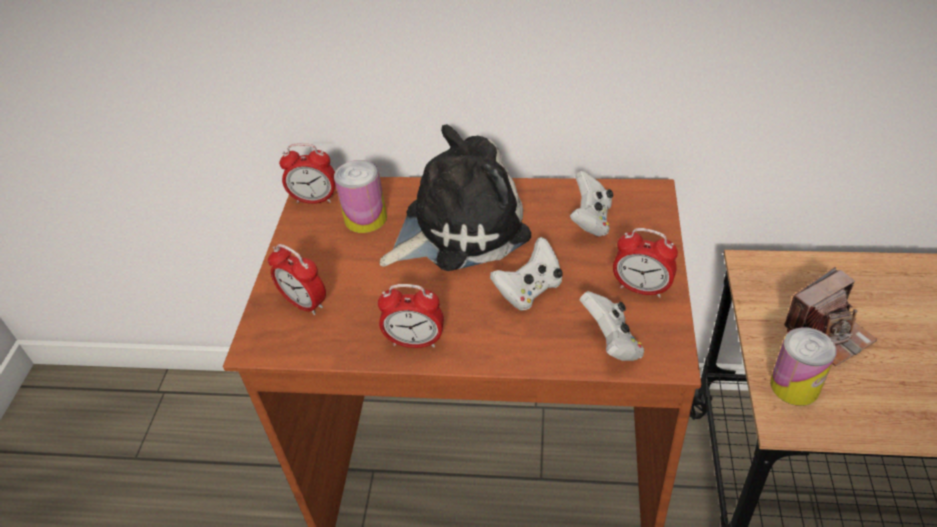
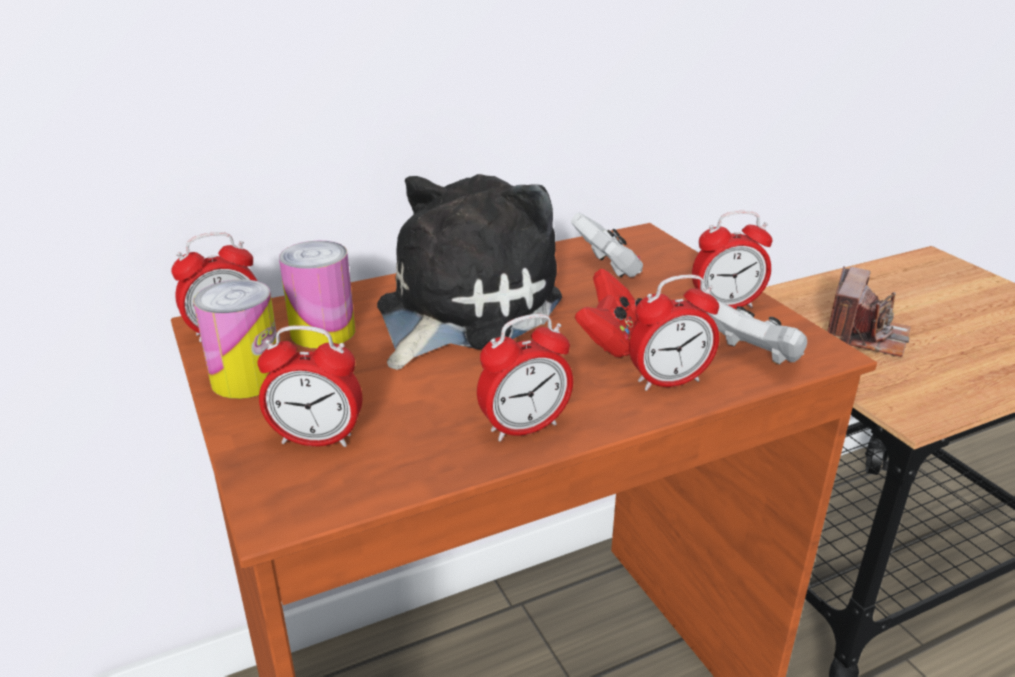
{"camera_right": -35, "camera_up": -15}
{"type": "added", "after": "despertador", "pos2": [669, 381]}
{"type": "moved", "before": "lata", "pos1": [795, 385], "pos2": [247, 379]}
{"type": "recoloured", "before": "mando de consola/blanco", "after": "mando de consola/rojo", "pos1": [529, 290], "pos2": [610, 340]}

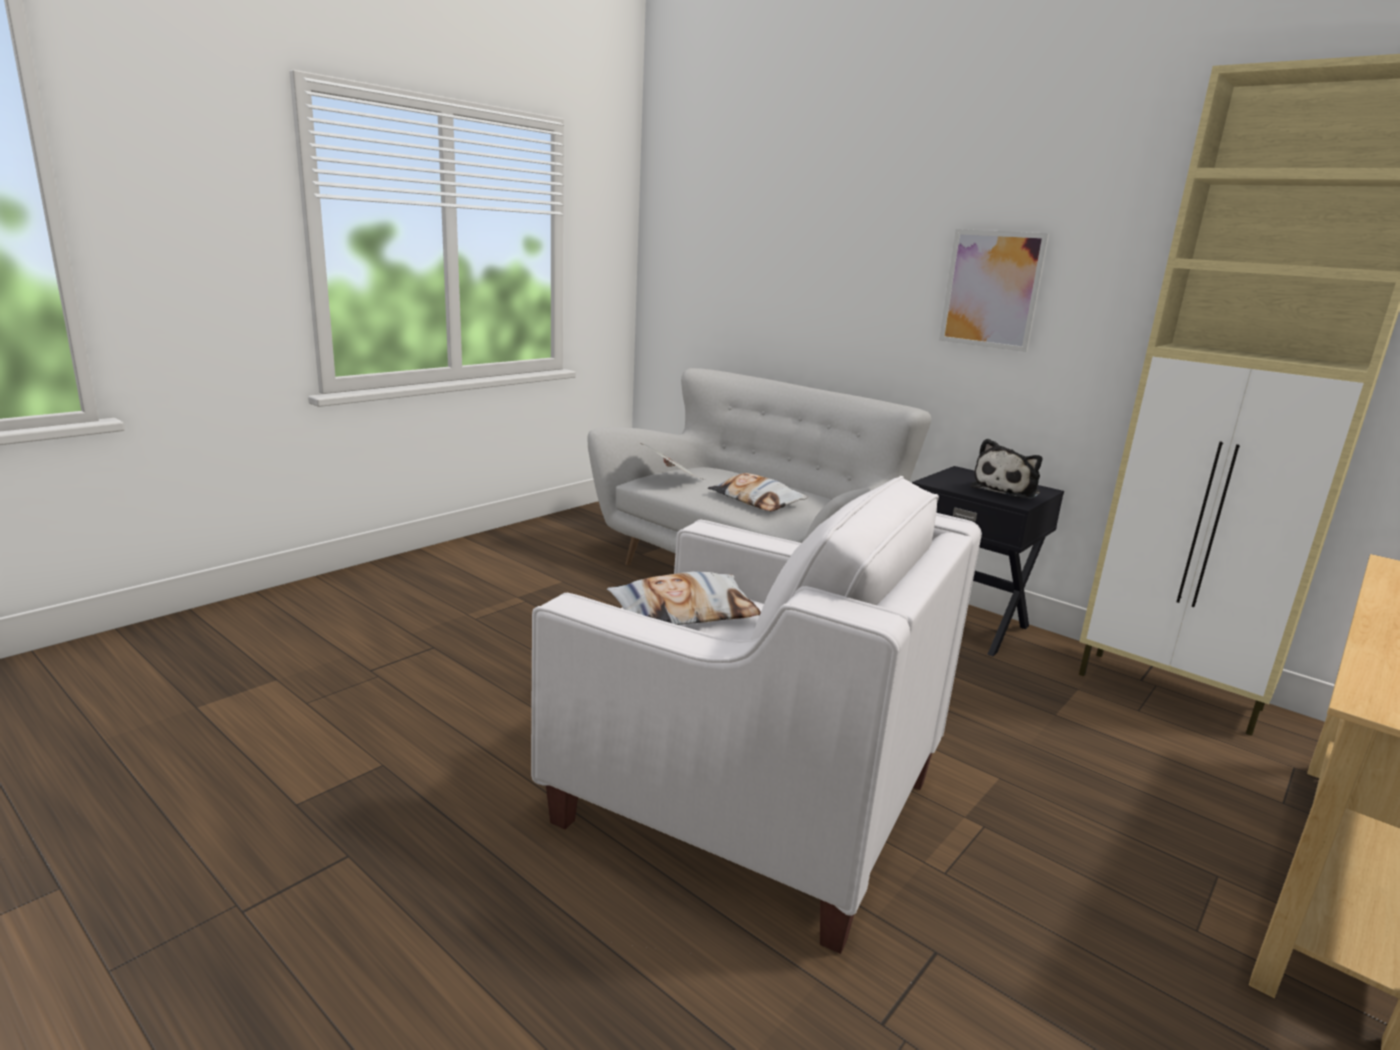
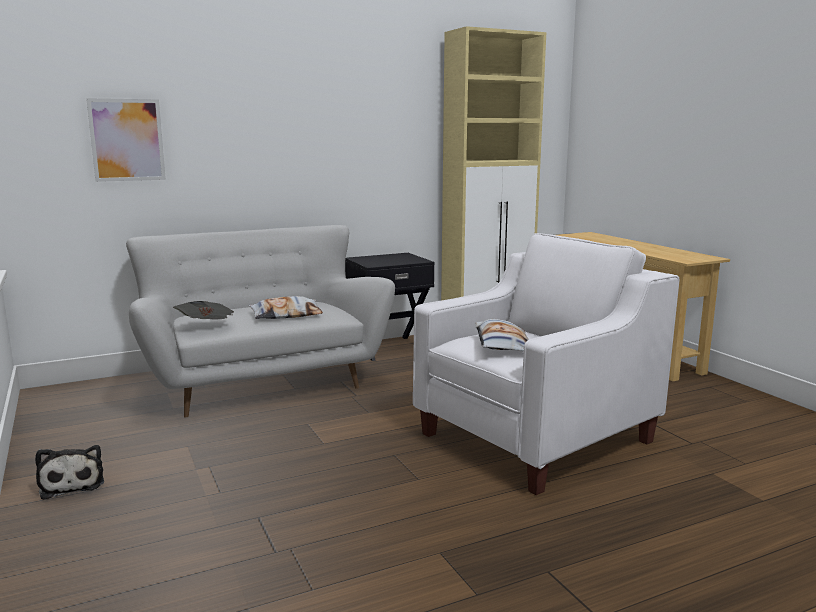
{"camera_right": -65, "camera_up": -5}
{"type": "moved", "before": "cuadro", "pos1": [991, 289], "pos2": [127, 140]}
{"type": "moved", "before": "peluche", "pos1": [1007, 490], "pos2": [72, 483]}

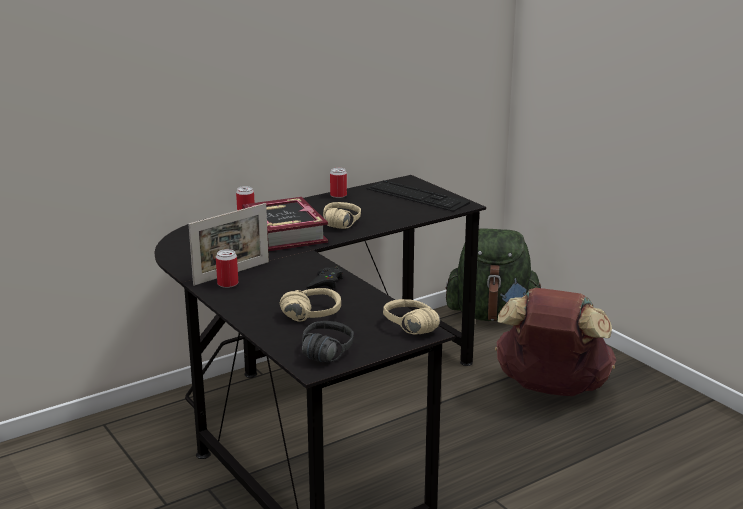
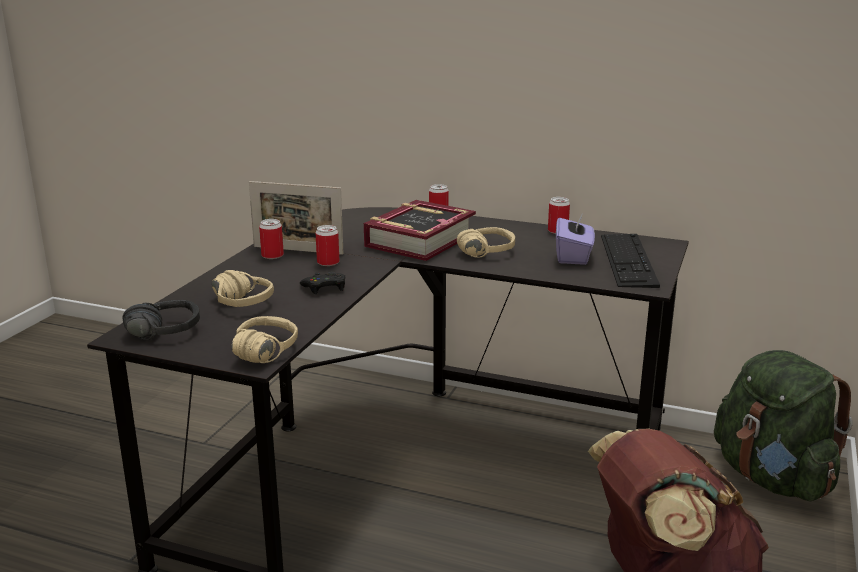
{"camera_right": 55, "camera_up": 0}
{"type": "added", "after": "lata", "pos2": [328, 263]}
{"type": "added", "after": "caja de pañuelos/morado", "pos2": [573, 256]}

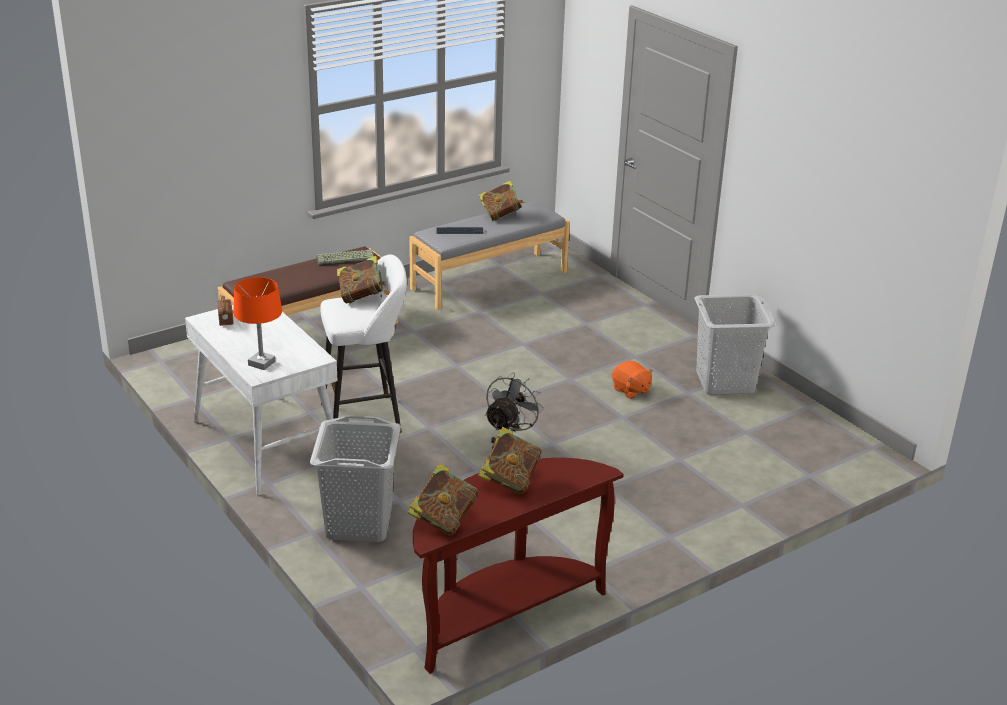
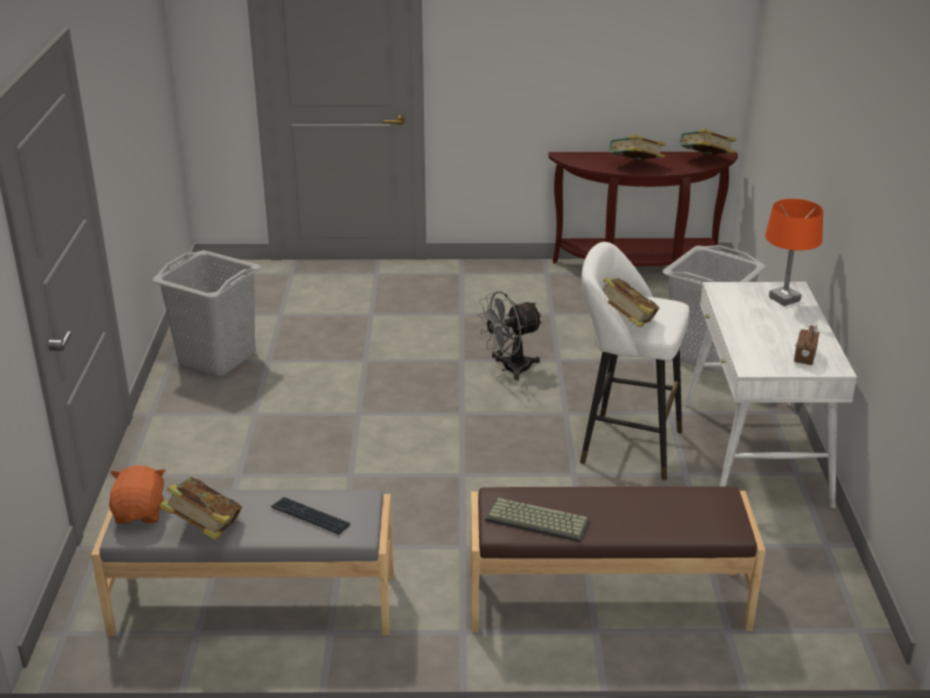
{"camera_right": -145, "camera_up": 0}
{"type": "moved", "before": "peluche/naranja", "pos1": [631, 390], "pos2": [140, 513]}

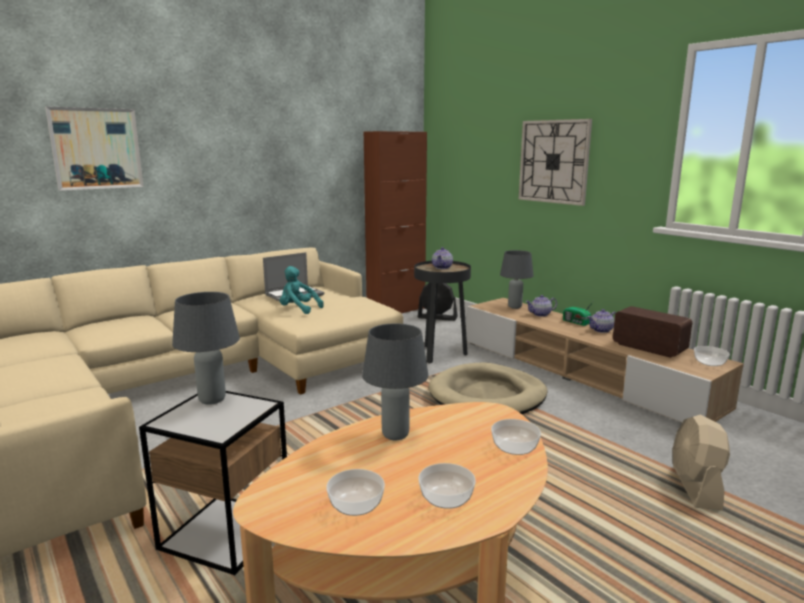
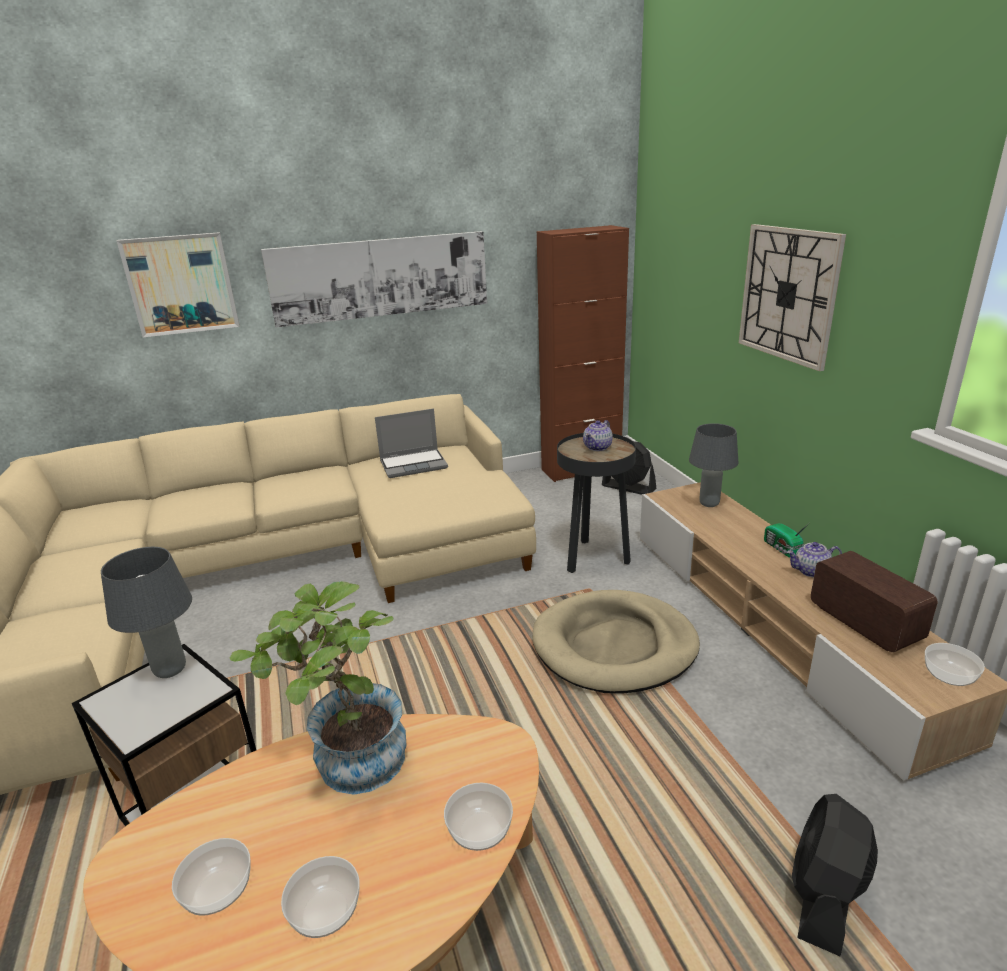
{"camera_right": 20, "camera_up": 10}
{"type": "removed", "before": "peluche/turquesa", "pos1": [298, 309]}
{"type": "removed", "before": "tetera", "pos1": [540, 314]}
{"type": "added", "after": "cuadro", "pos2": [380, 277]}
{"type": "replaced", "before": "lámpara de mesa/gris", "after": "planta en maceta", "pos1": [394, 435], "pos2": [349, 765]}
{"type": "recoloured", "before": "ventilador/beis", "after": "ventilador/negro", "pos1": [695, 487], "pos2": [824, 896]}

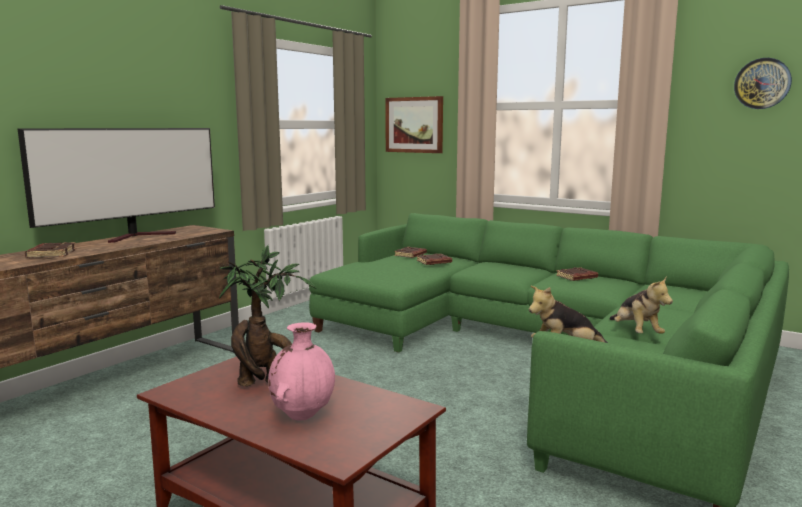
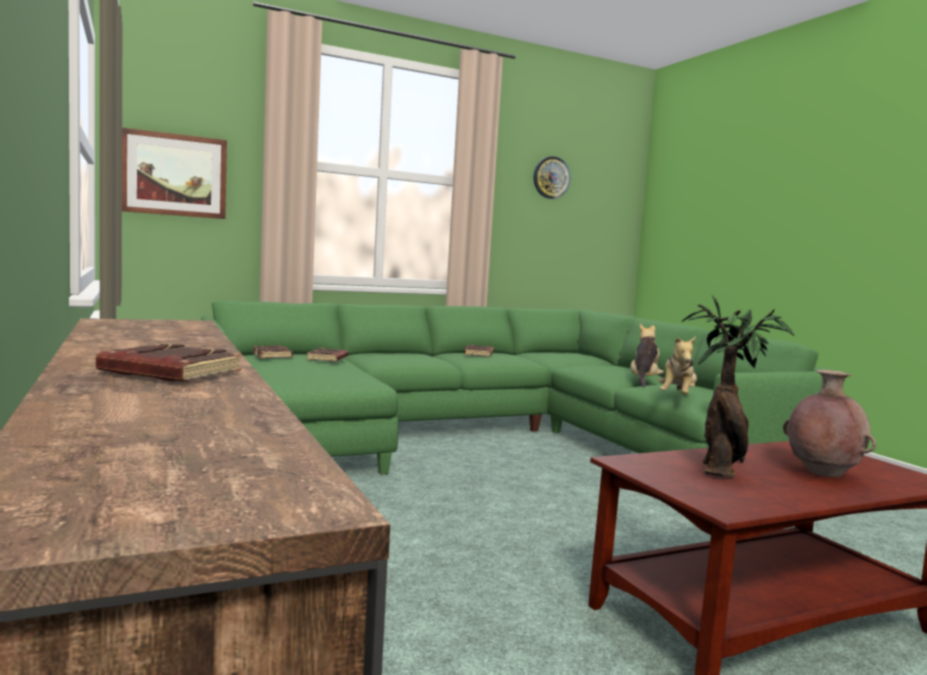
{"camera_right": -60, "camera_up": -5}
{"type": "removed", "before": "televisor", "pos1": [140, 236]}
{"type": "recoloured", "before": "florero/rosa", "after": "florero/marrón", "pos1": [303, 415], "pos2": [822, 473]}
{"type": "turned", "before": "peluche", "pos1": [636, 333], "pos2": [644, 381], "turn": -90}

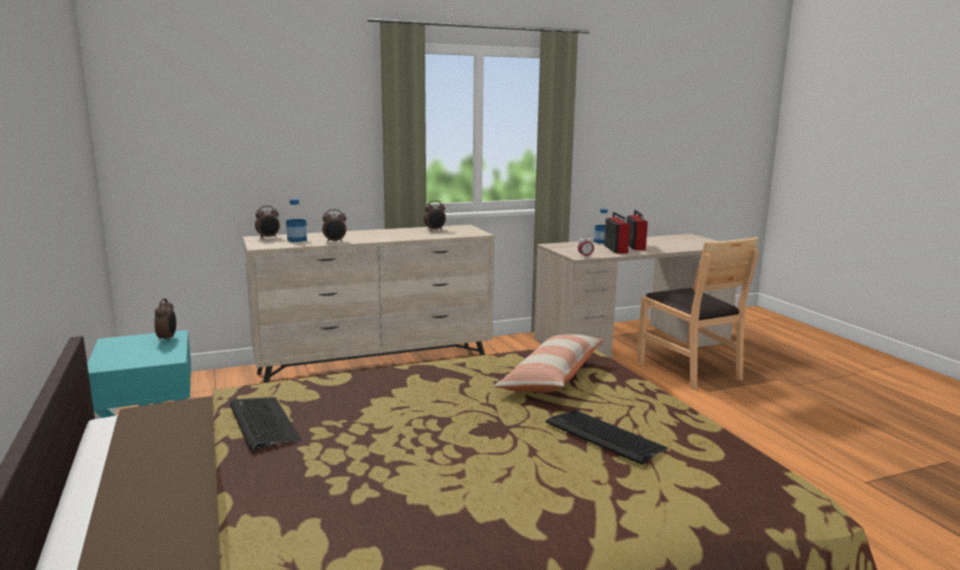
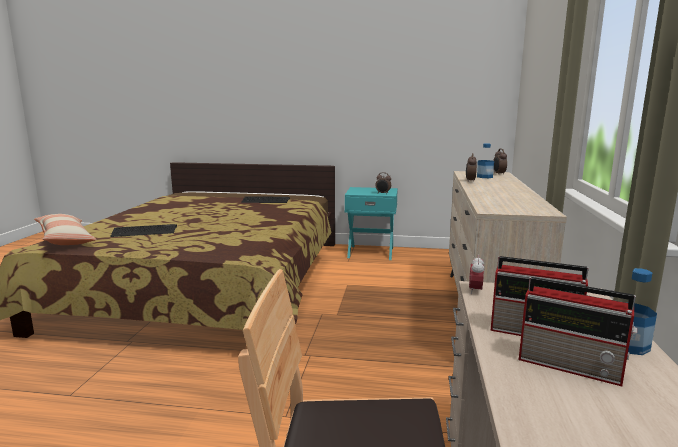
{"camera_right": 120, "camera_up": 0}
{"type": "removed", "before": "despertador", "pos1": [435, 230]}
{"type": "moved", "before": "cojín", "pos1": [552, 377], "pos2": [65, 239]}

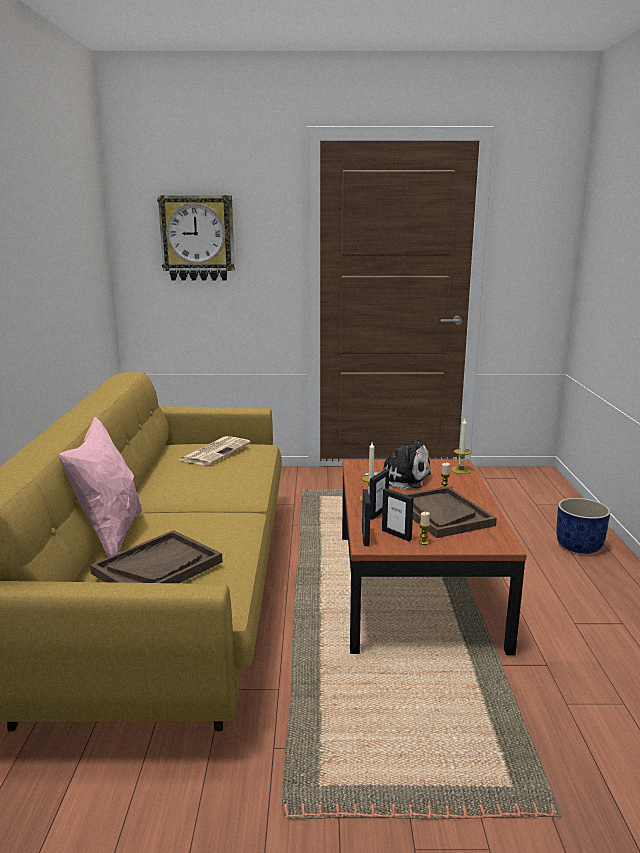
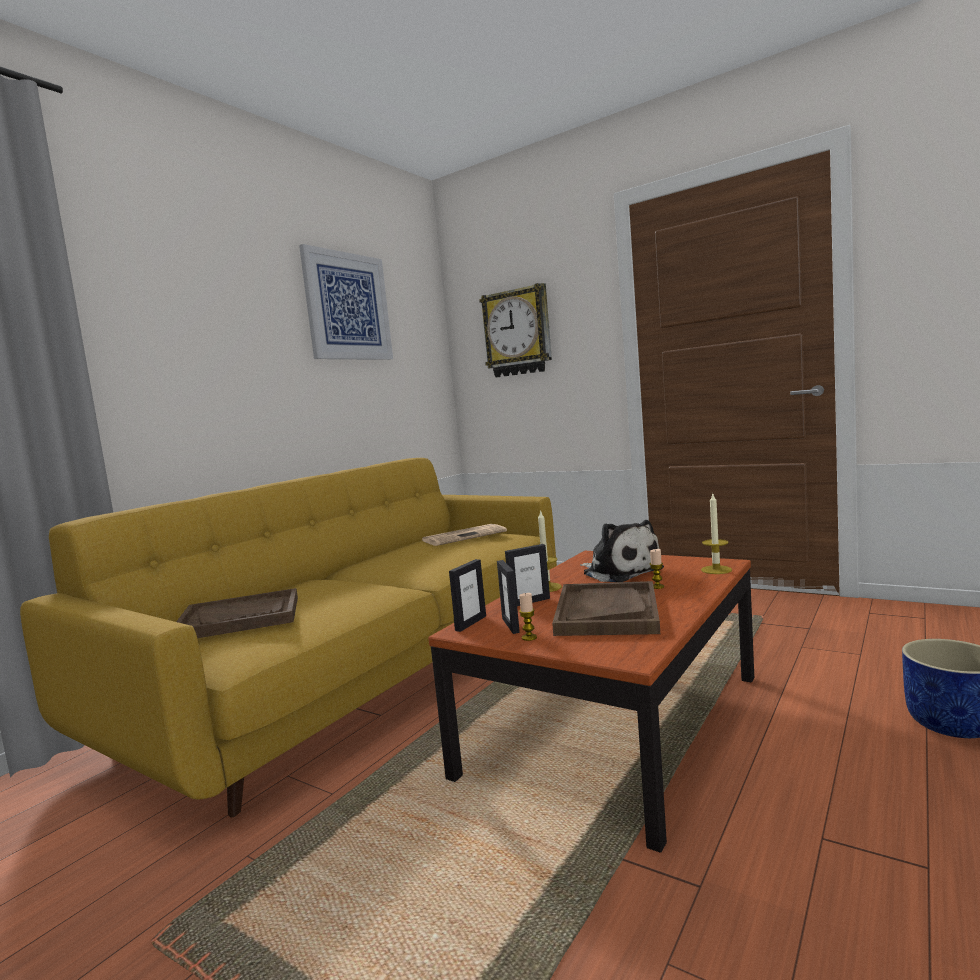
{"camera_right": 35, "camera_up": -10}
{"type": "removed", "before": "cojín/rosa", "pos1": [109, 535]}
{"type": "added", "after": "cuadro", "pos2": [347, 306]}

